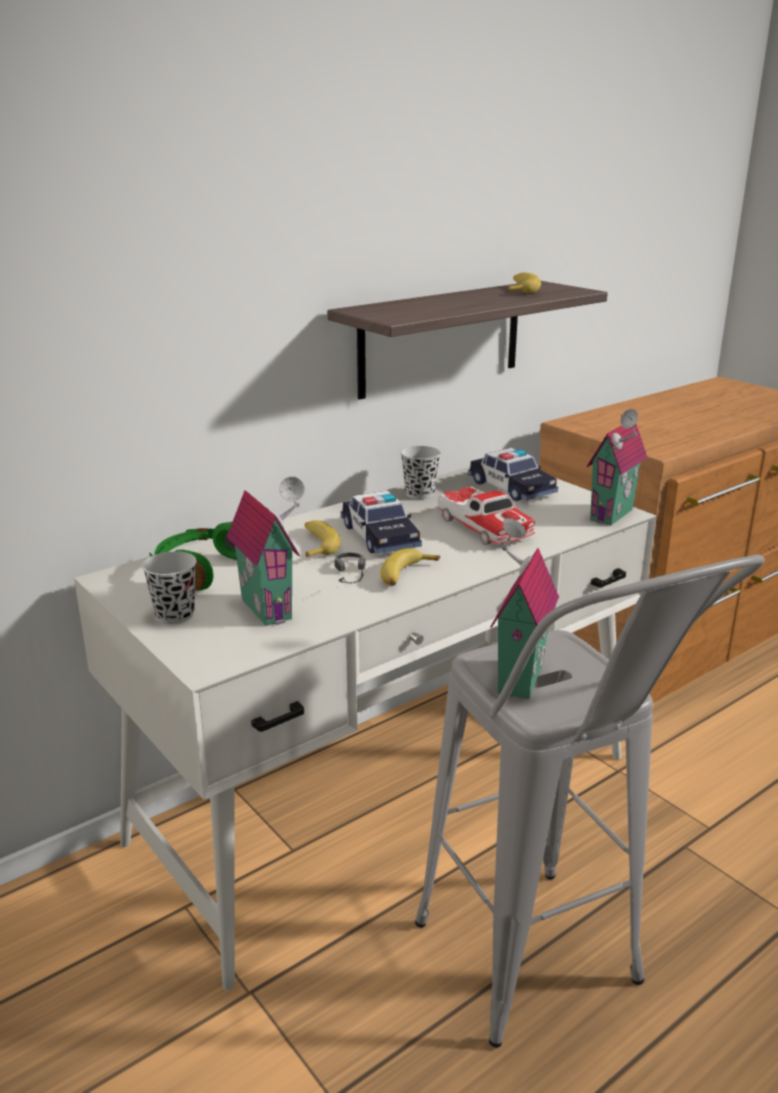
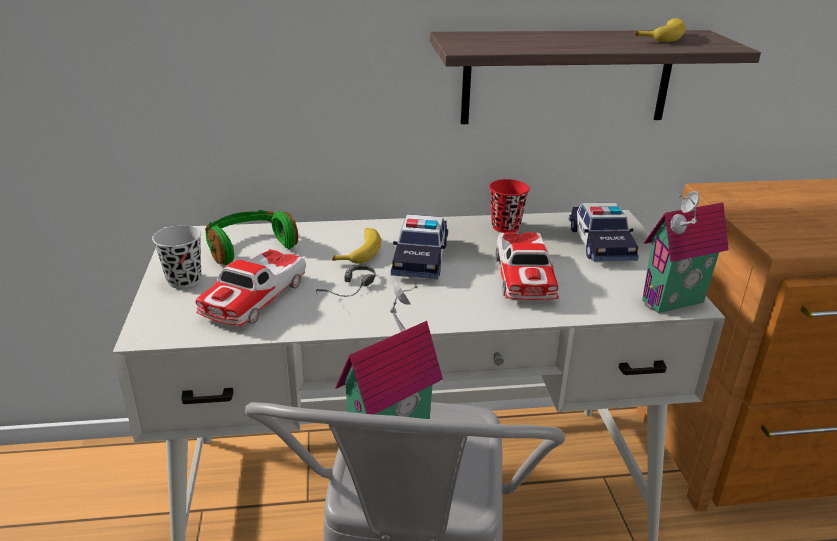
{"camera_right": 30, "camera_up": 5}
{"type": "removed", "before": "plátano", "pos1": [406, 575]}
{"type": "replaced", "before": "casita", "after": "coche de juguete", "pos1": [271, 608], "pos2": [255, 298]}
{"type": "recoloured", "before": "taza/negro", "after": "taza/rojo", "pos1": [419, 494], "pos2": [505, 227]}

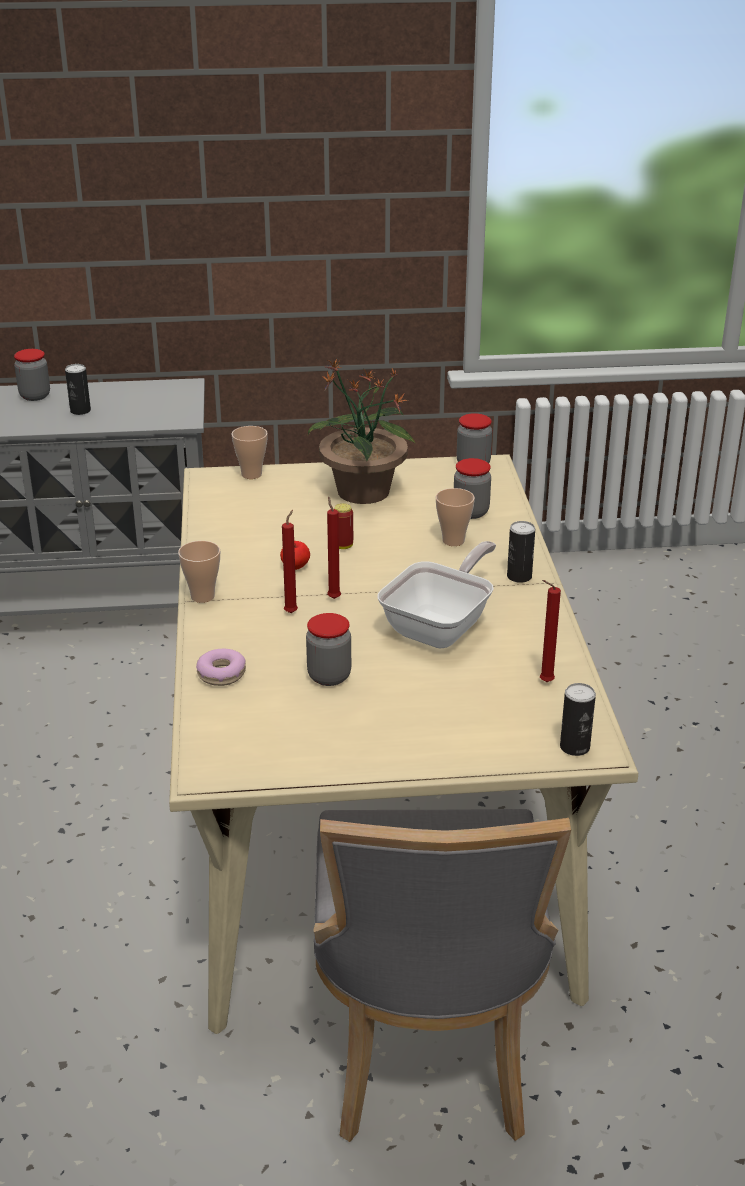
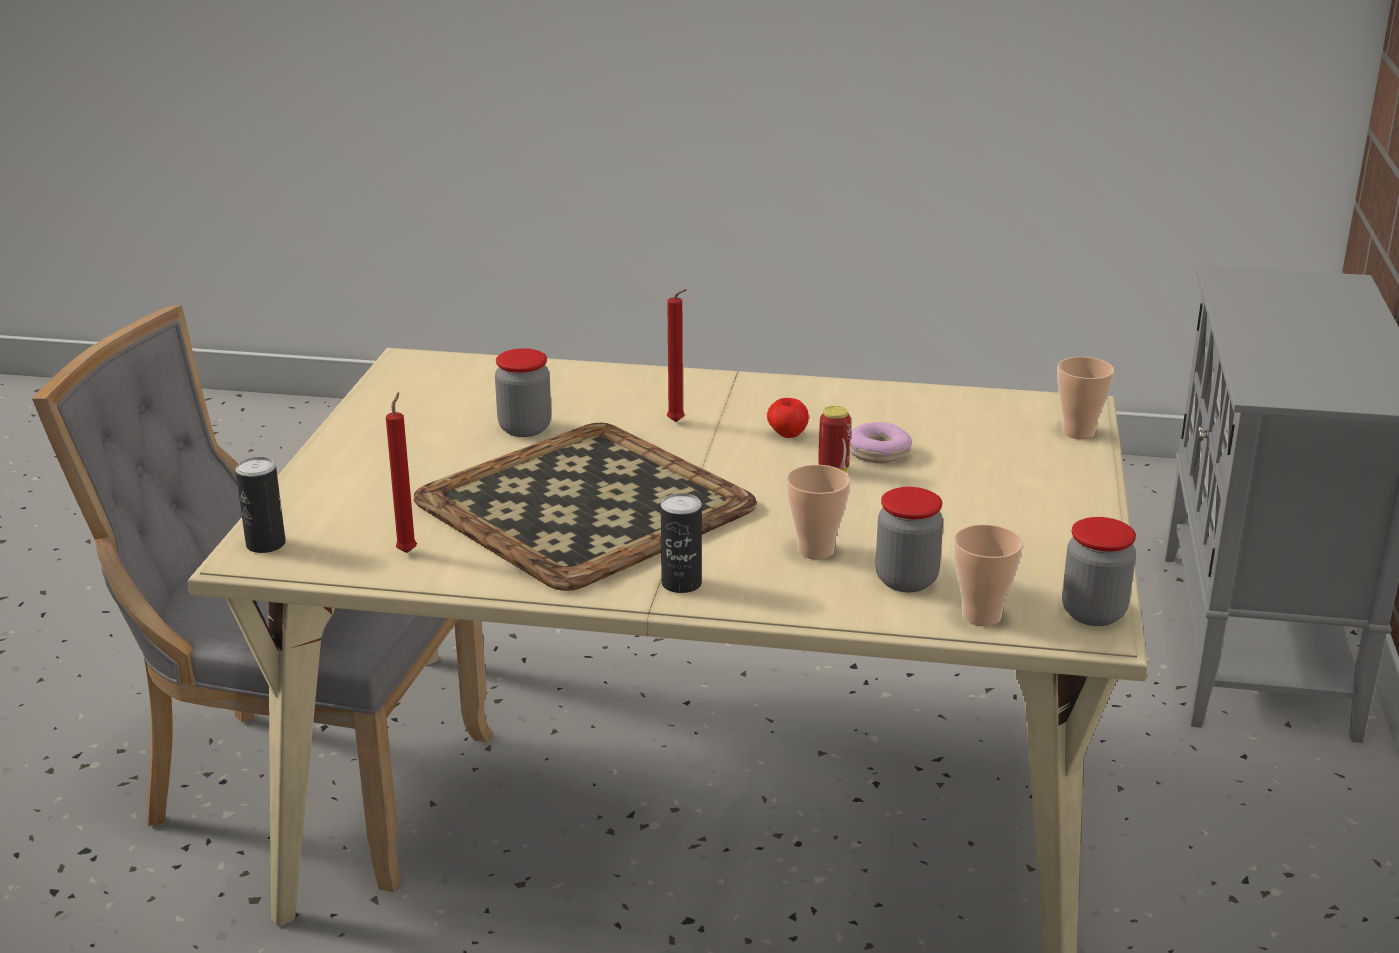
{"camera_right": 105, "camera_up": -5}
{"type": "removed", "before": "tarro", "pos1": [35, 396]}
{"type": "removed", "before": "lata", "pos1": [80, 411]}
{"type": "removed", "before": "planta en maceta", "pos1": [363, 492]}
{"type": "removed", "before": "vela/rojo", "pos1": [333, 597]}
{"type": "moved", "before": "taza", "pos1": [202, 596], "pos2": [981, 616]}
{"type": "moved", "before": "rosquilla", "pos1": [221, 674], "pos2": [878, 453]}
{"type": "replaced", "before": "sartén", "after": "bandeja", "pos1": [442, 626], "pos2": [584, 506]}

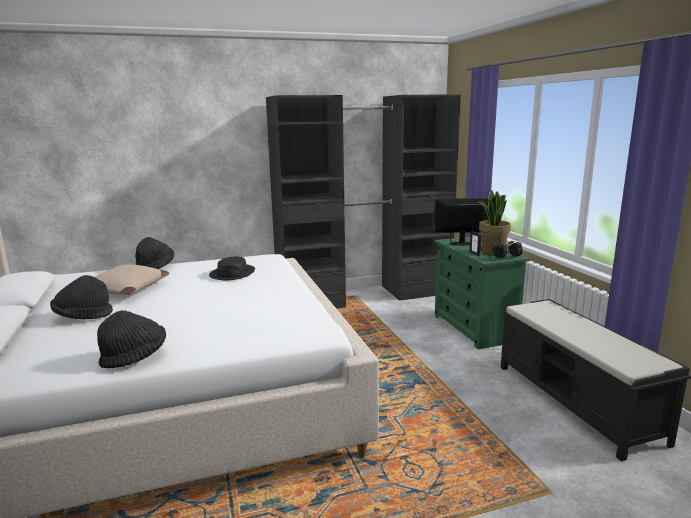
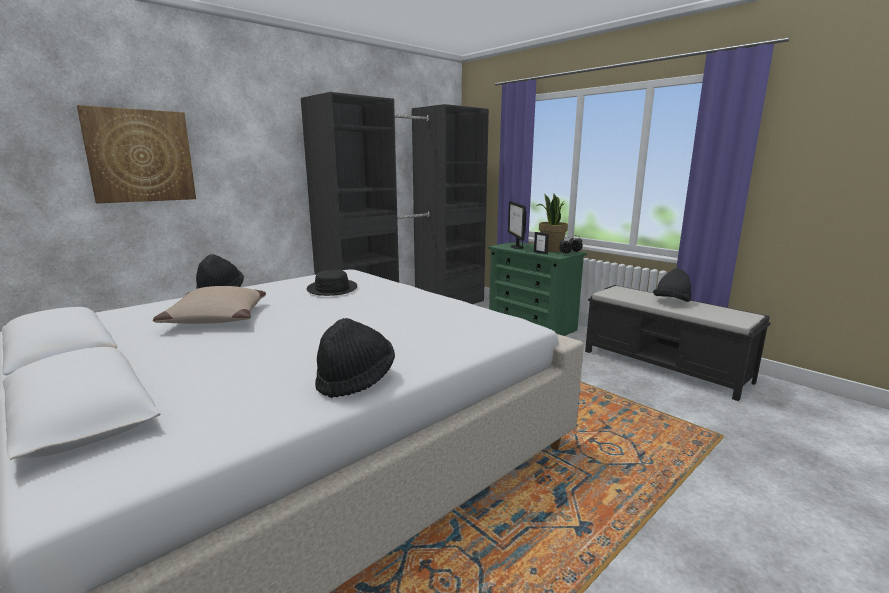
{"camera_right": -25, "camera_up": 0}
{"type": "added", "after": "cuadro", "pos2": [140, 156]}
{"type": "moved", "before": "sombrero/negro", "pos1": [83, 316], "pos2": [671, 302]}
{"type": "turned", "before": "monitor", "pos1": [462, 244], "pos2": [516, 247], "turn": -75}

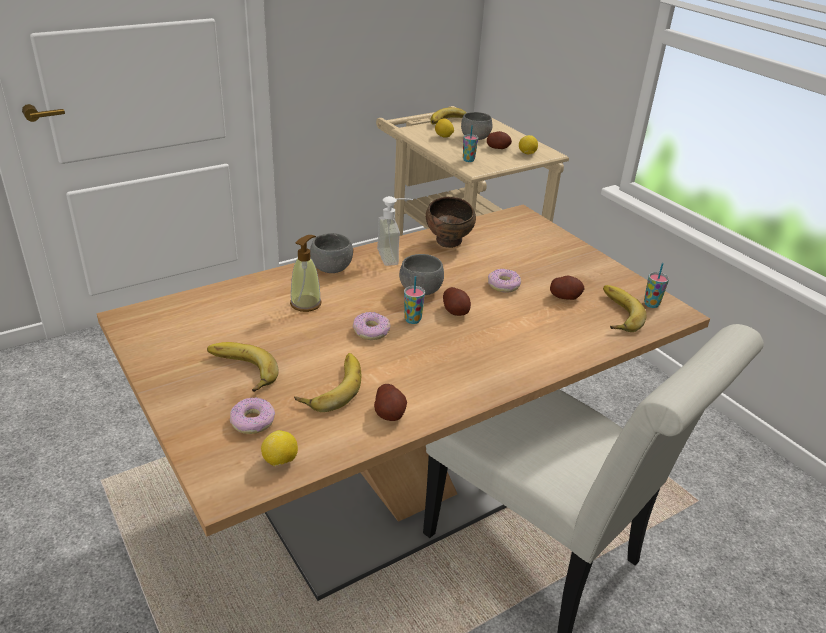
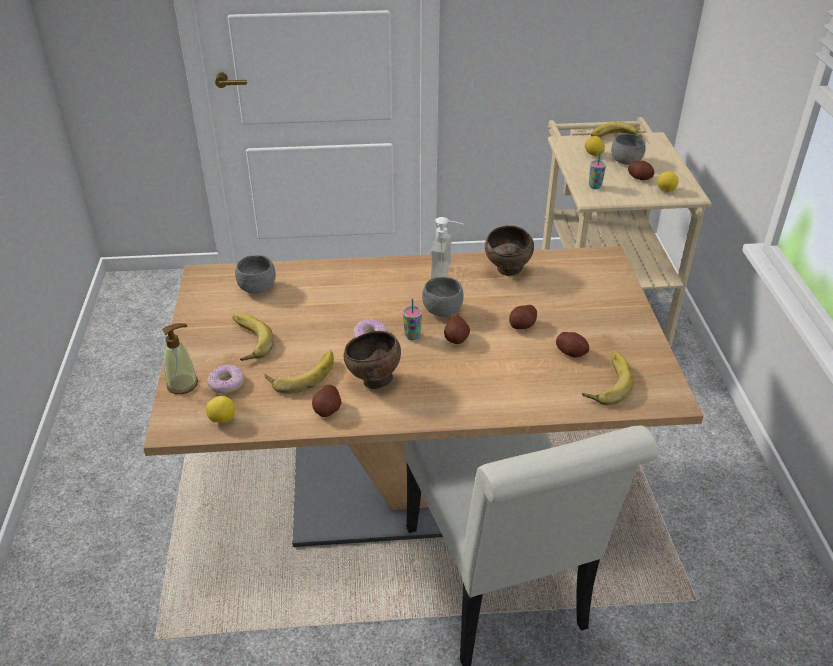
{"camera_right": 30, "camera_up": 5}
{"type": "removed", "before": "taza", "pos1": [651, 304]}
{"type": "added", "after": "cuenco/marrón", "pos2": [373, 381]}
{"type": "moved", "before": "dispensador de jabón", "pos1": [306, 303], "pos2": [183, 384]}
{"type": "moved", "before": "cuenco/gris", "pos1": [331, 268], "pos2": [257, 288]}
{"type": "replaced", "before": "rosquilla", "after": "patata", "pos1": [503, 285], "pos2": [522, 325]}

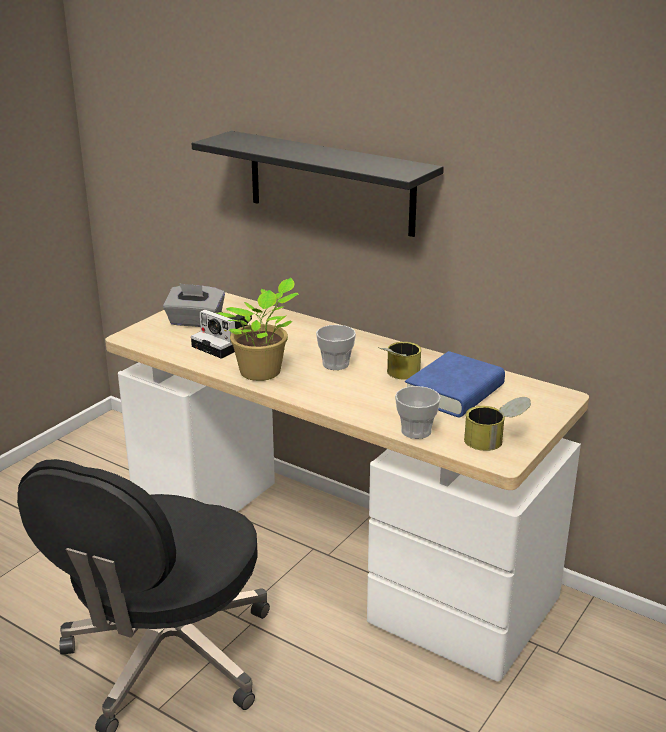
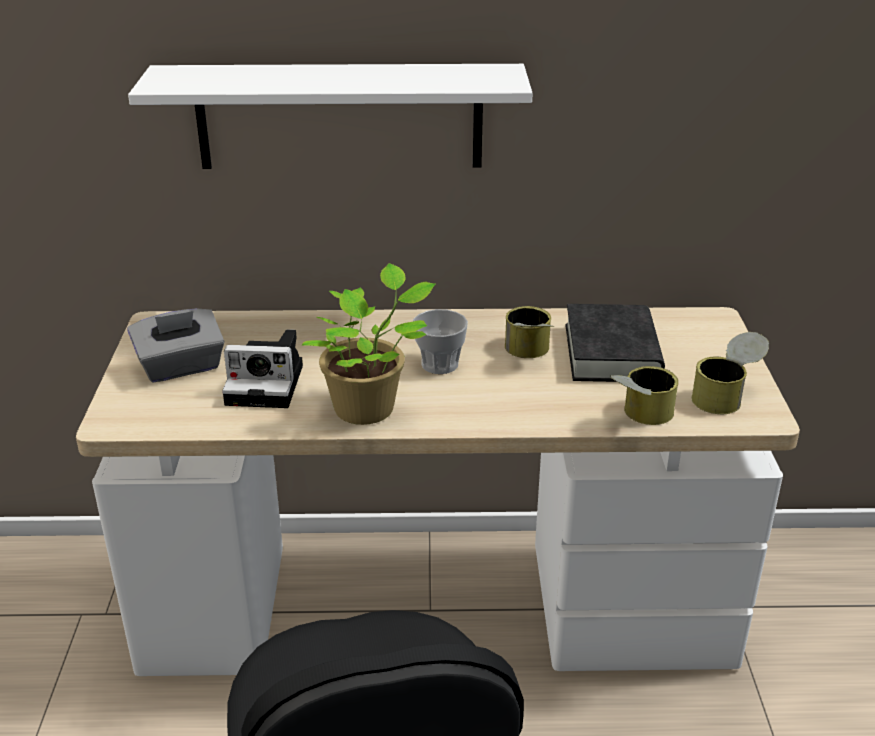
{"camera_right": -35, "camera_up": 5}
{"type": "replaced", "before": "taza", "after": "lata", "pos1": [416, 431], "pos2": [639, 417]}
{"type": "recoloured", "before": "estante/negro", "after": "estante/blanco", "pos1": [330, 183], "pos2": [339, 116]}
{"type": "recoloured", "before": "libro/azul", "after": "libro/negro", "pos1": [454, 392], "pos2": [611, 353]}

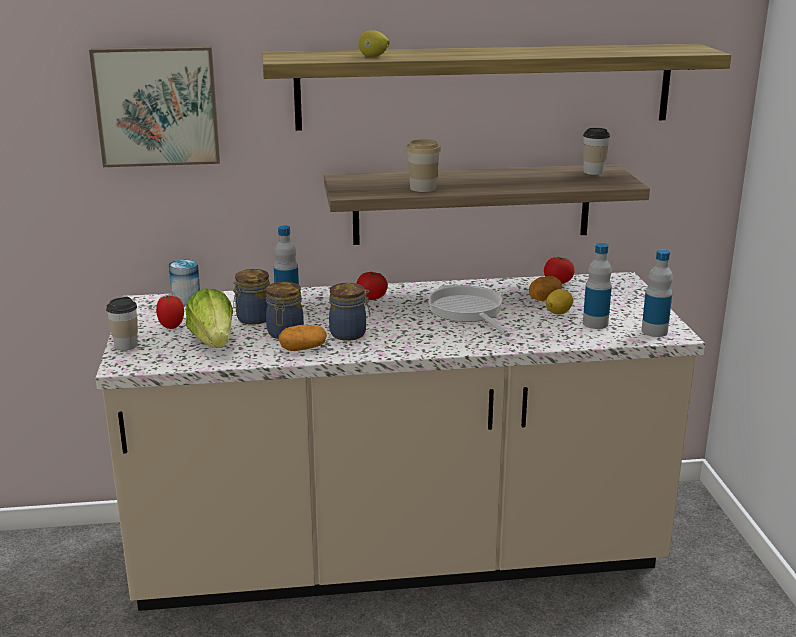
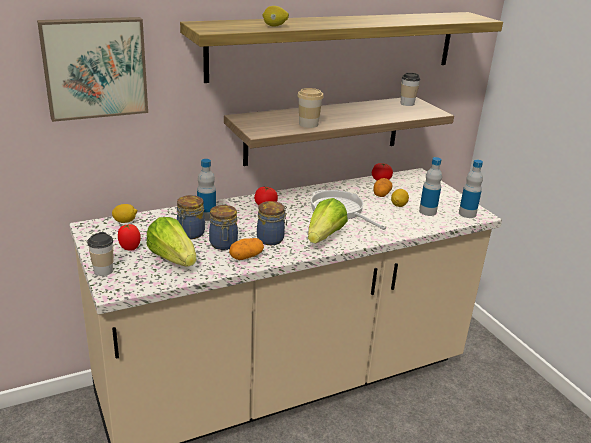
{"camera_right": -20, "camera_up": 5}
{"type": "added", "after": "lechuga", "pos2": [324, 237]}
{"type": "replaced", "before": "lata", "after": "limón", "pos1": [186, 299], "pos2": [125, 221]}

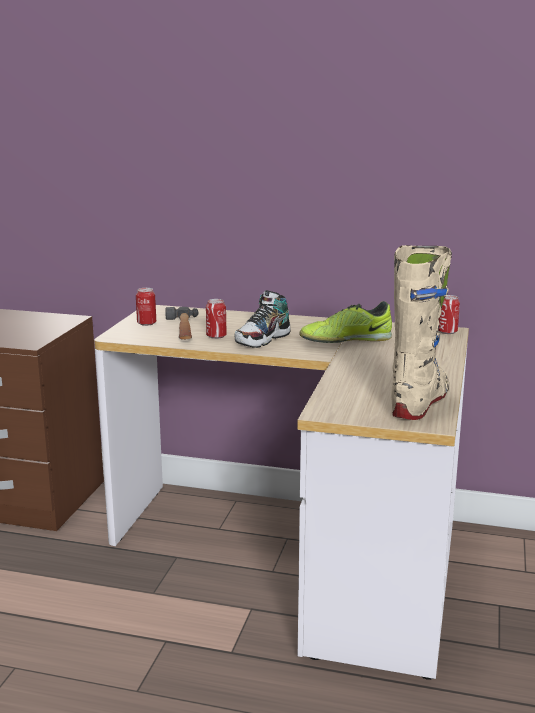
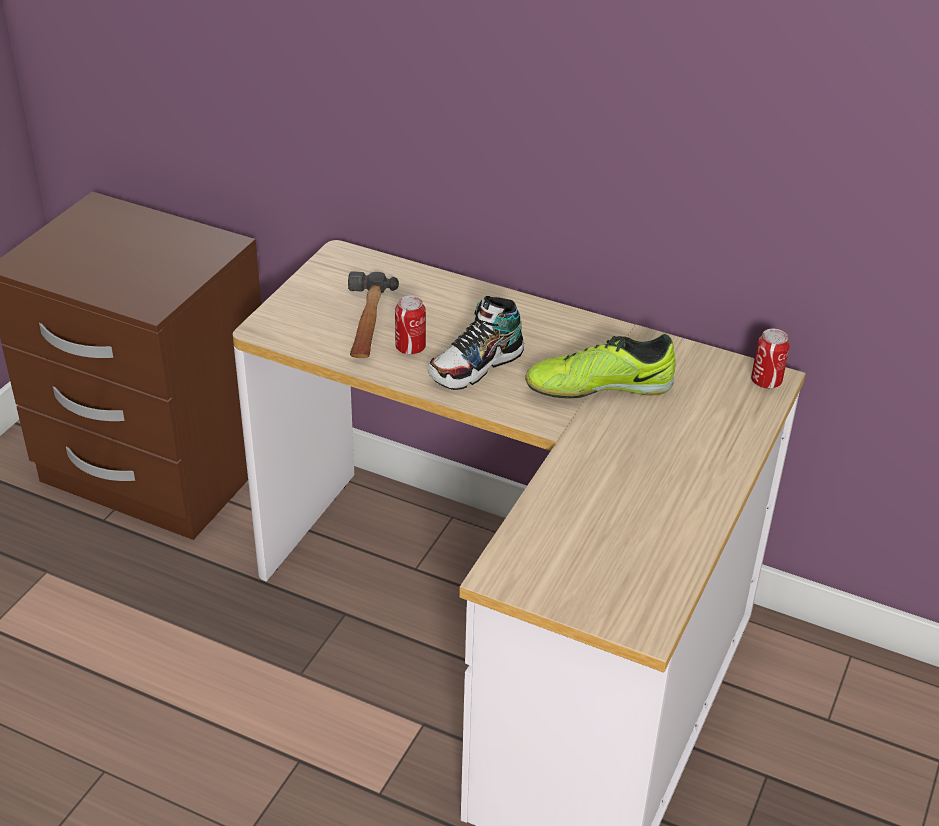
{"camera_right": 10, "camera_up": 20}
{"type": "removed", "before": "lata", "pos1": [146, 323]}
{"type": "removed", "before": "bota/beis", "pos1": [419, 403]}

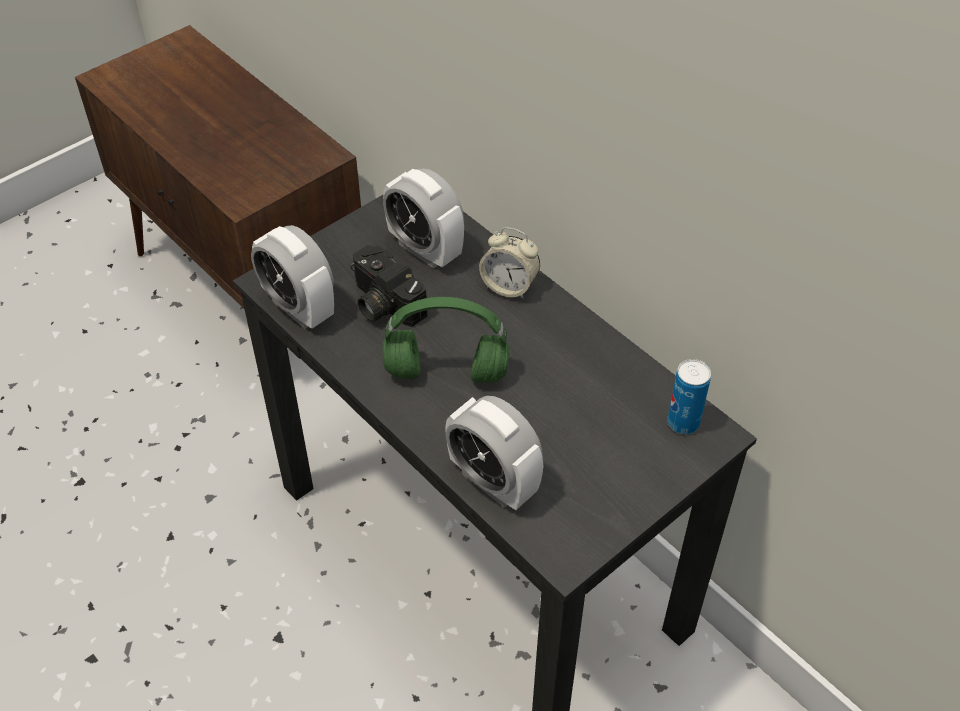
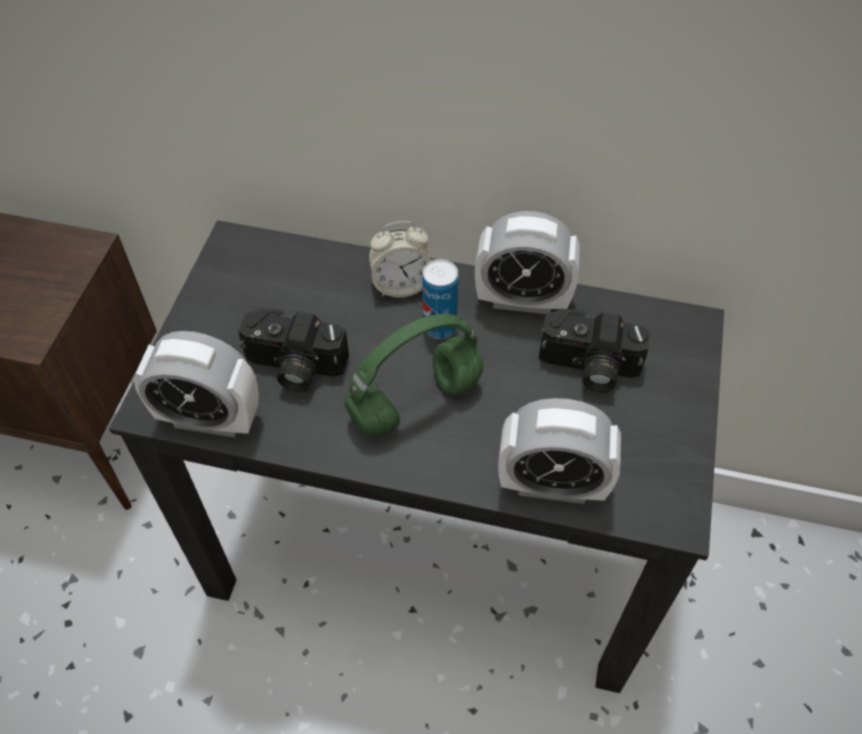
{"camera_right": -35, "camera_up": 5}
{"type": "added", "after": "cámara", "pos2": [588, 367]}
{"type": "moved", "before": "despertador", "pos1": [425, 250], "pos2": [522, 300]}
{"type": "moved", "before": "lata", "pos1": [683, 422], "pos2": [439, 327]}

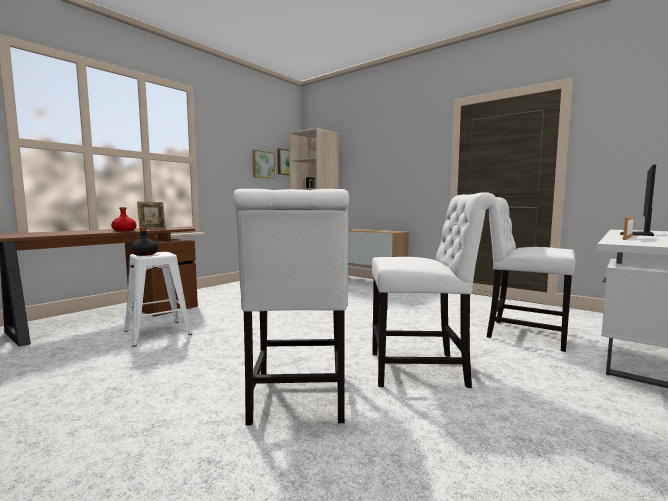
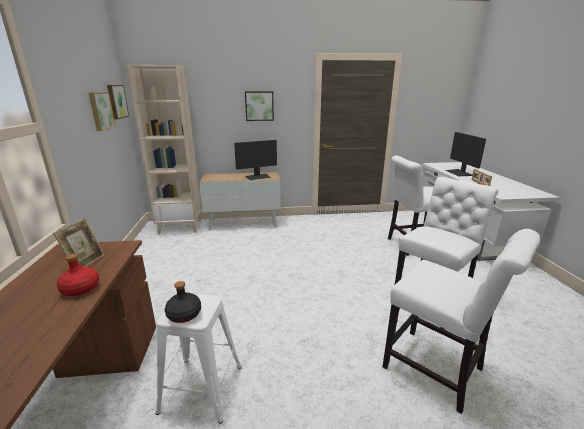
{"camera_right": -45, "camera_up": 15}
{"type": "added", "after": "monitor", "pos2": [258, 177]}
{"type": "added", "after": "cuadro", "pos2": [259, 106]}

